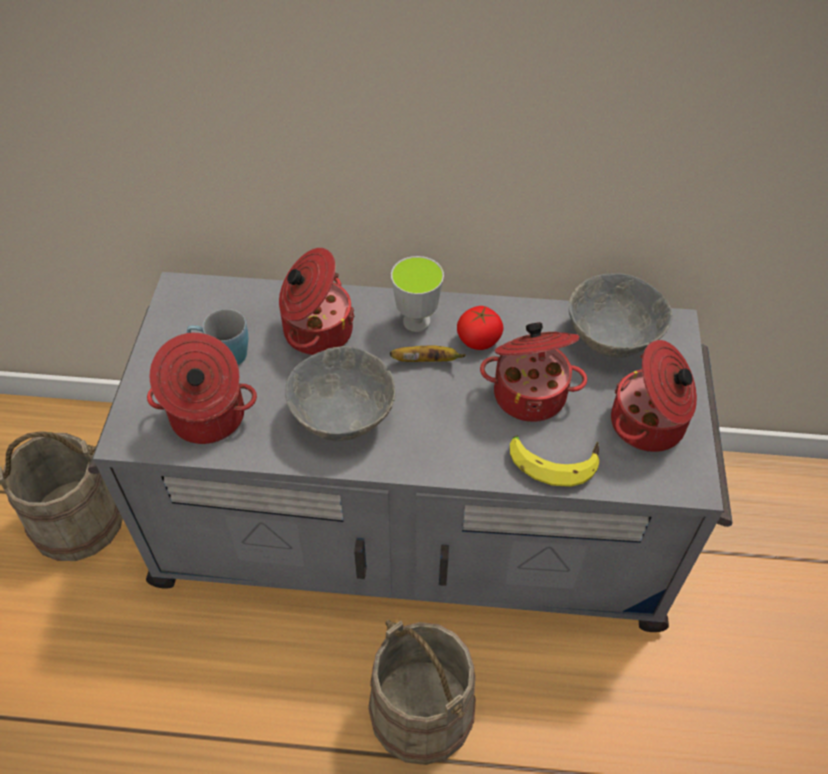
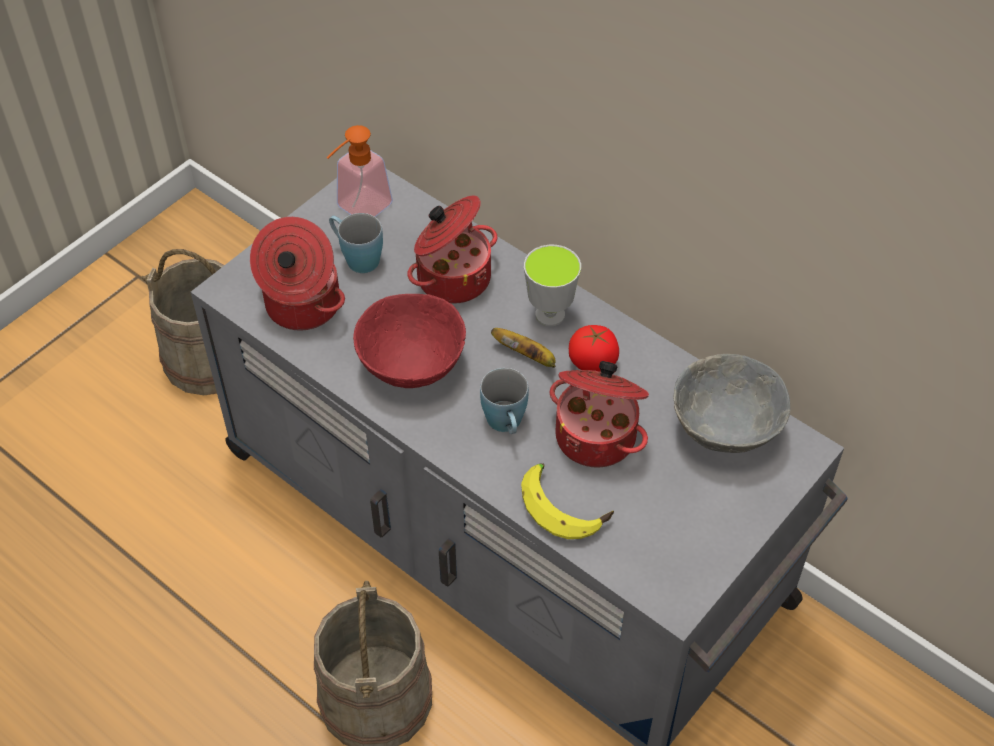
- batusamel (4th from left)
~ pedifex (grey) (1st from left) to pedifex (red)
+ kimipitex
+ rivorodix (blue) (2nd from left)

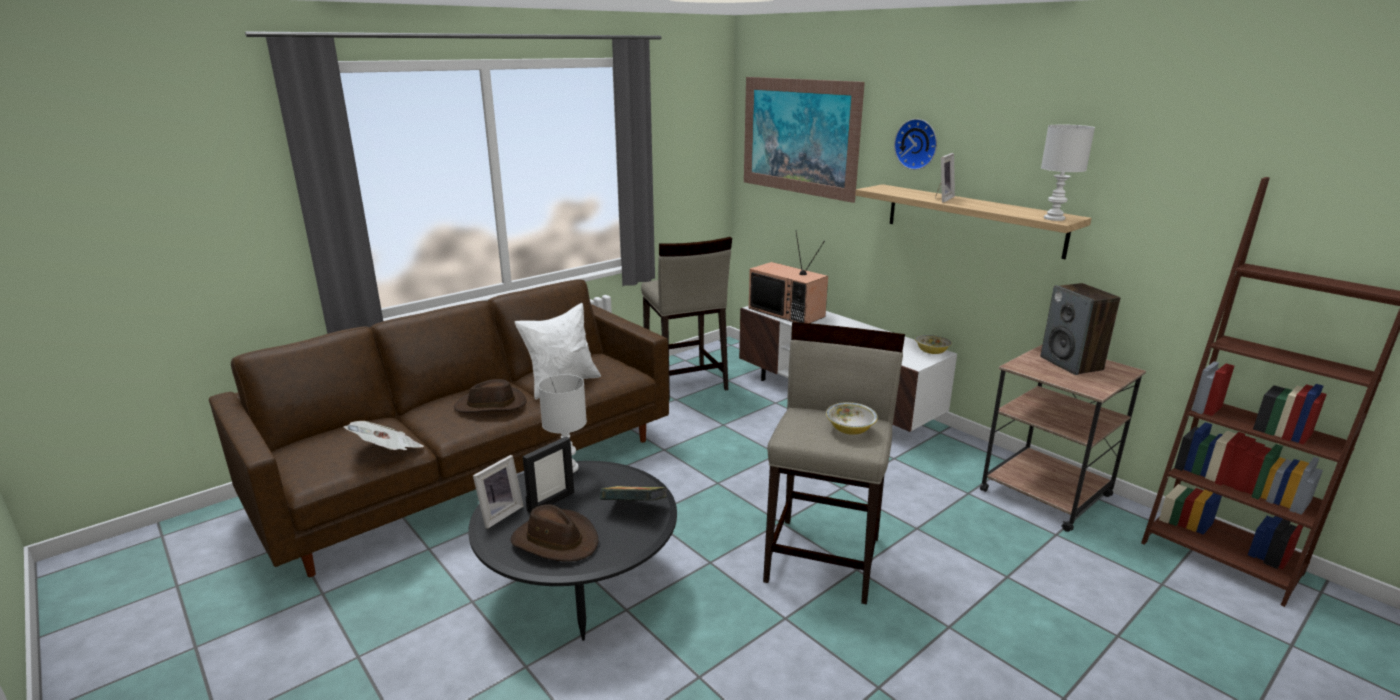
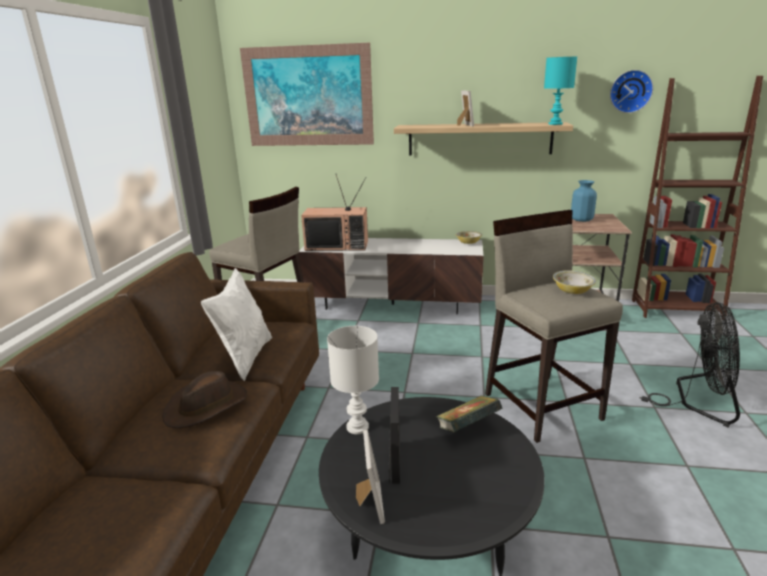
~ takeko
~ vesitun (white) (2nd from left) to vesitun (turquoise)
~ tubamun to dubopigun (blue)
- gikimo
- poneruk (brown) (2nd from left)
+ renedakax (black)

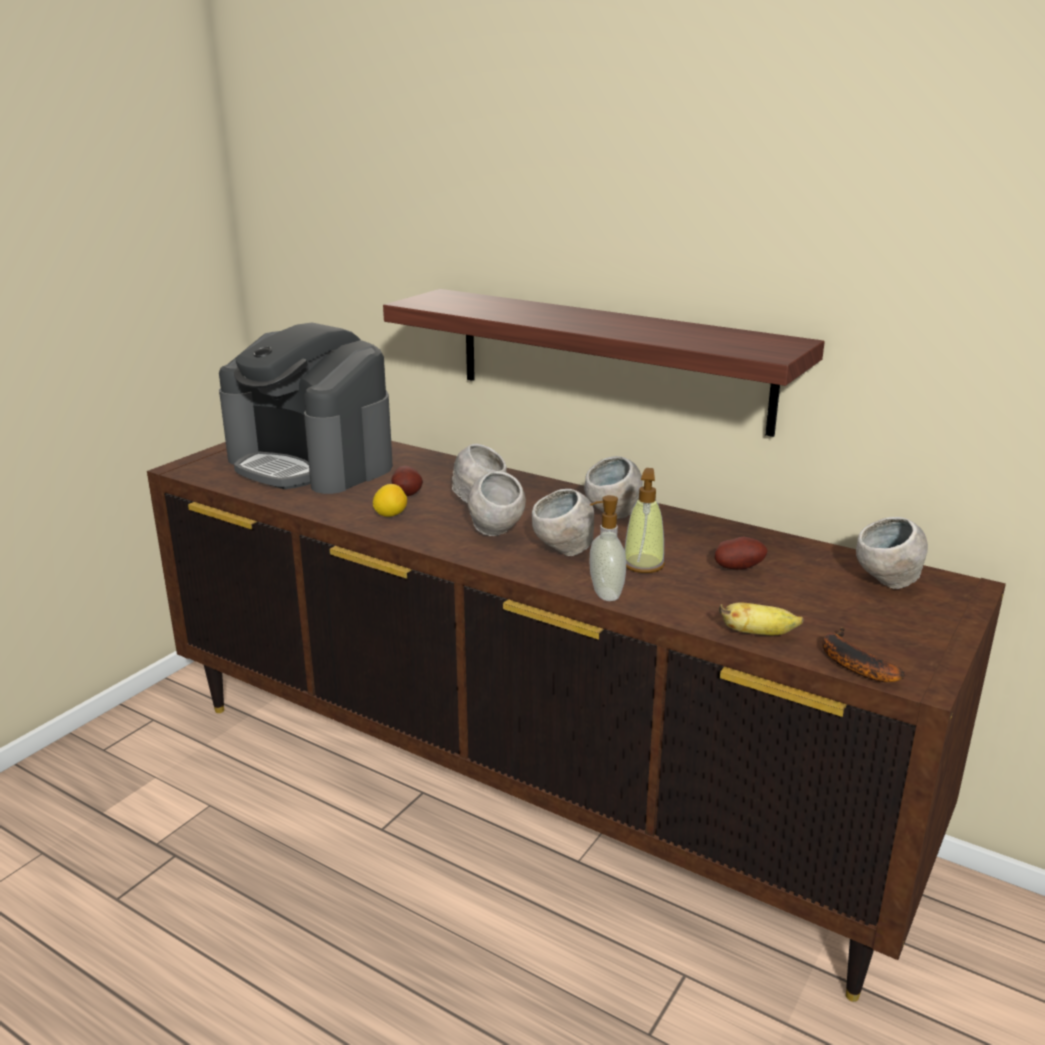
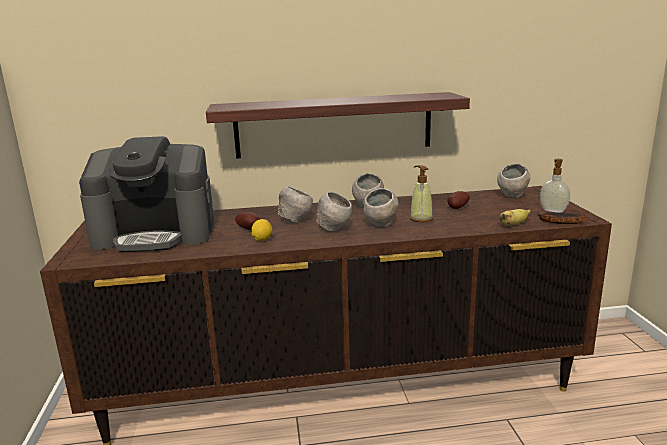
~ kimipitex (1st from left in the first image) to kimipitex (2nd from left)

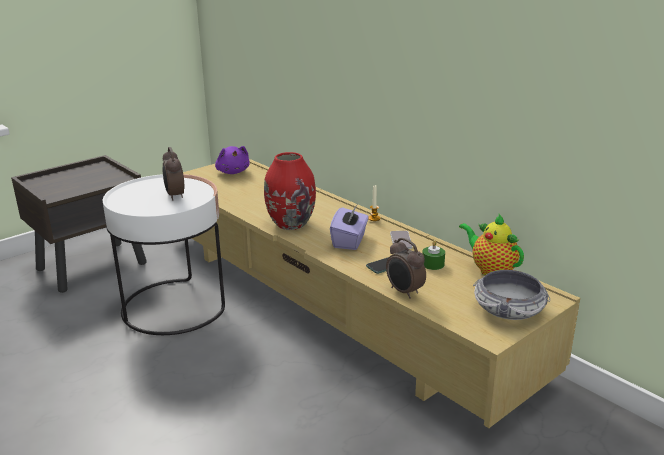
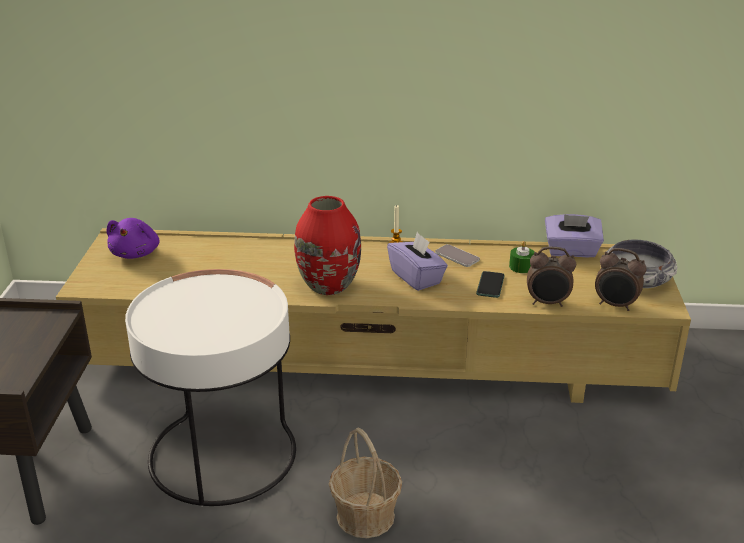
~ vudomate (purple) 75 degrees clockwise
~ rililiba (1st from left in the first image) to rililiba (2nd from left)
~ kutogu to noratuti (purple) (2nd from left)
+ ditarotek

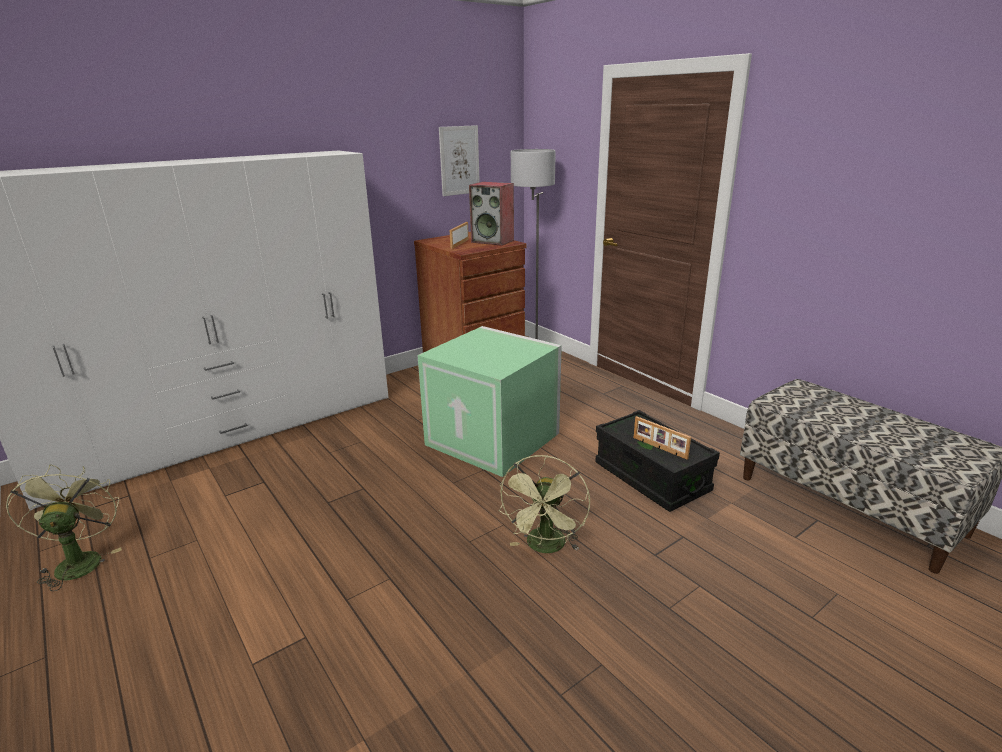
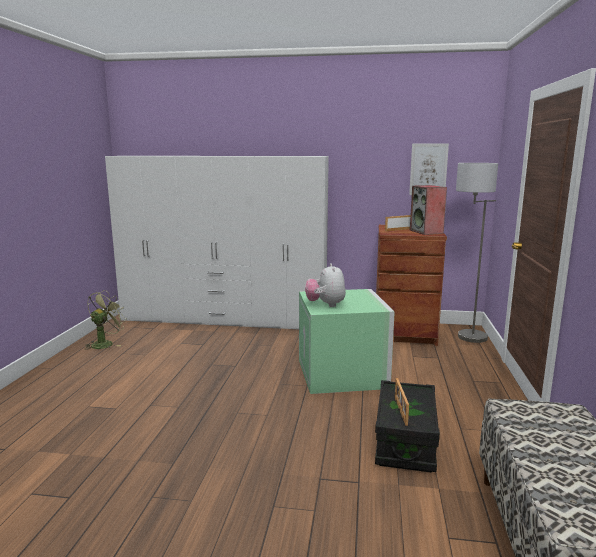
- renedakax (green) (2nd from left)
+ vudomate

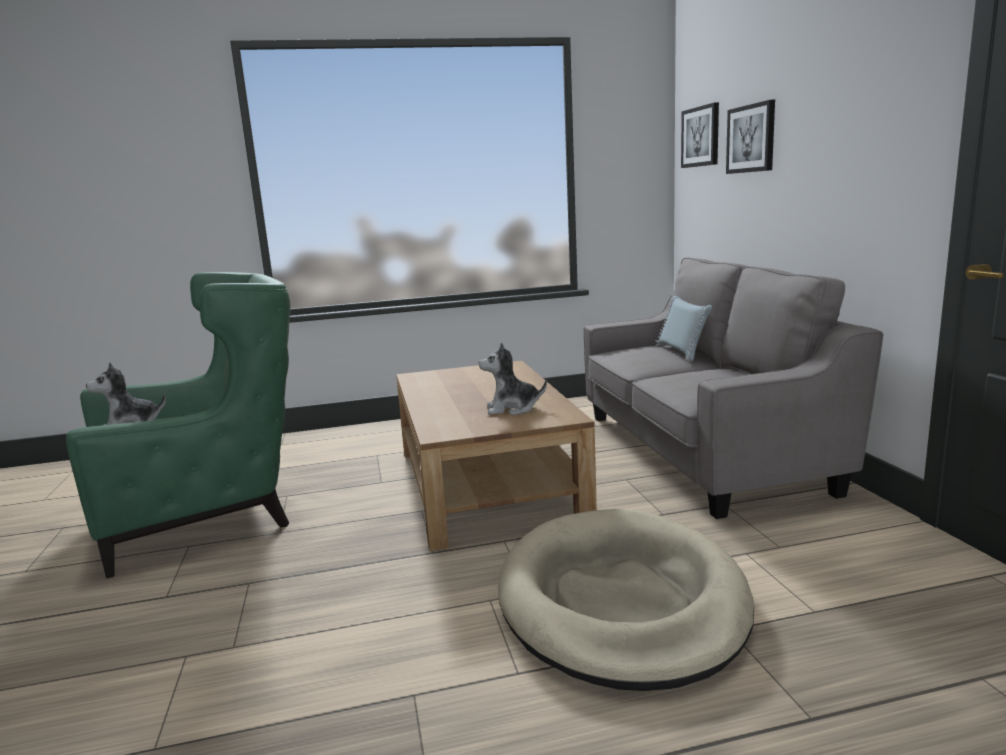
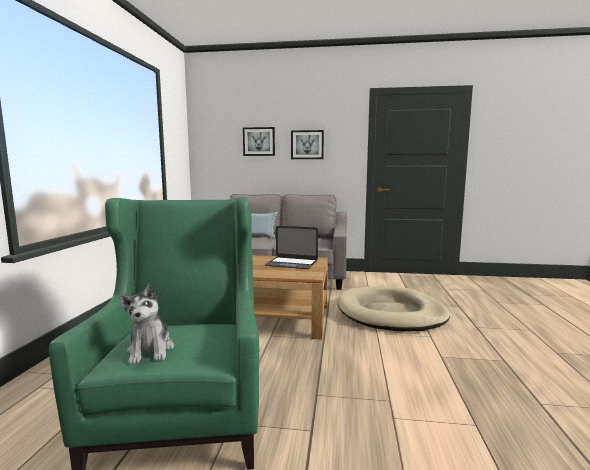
~ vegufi (1st from left in the first image) to vegufi (2nd from left)
~ vudomate (2nd from left) to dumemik

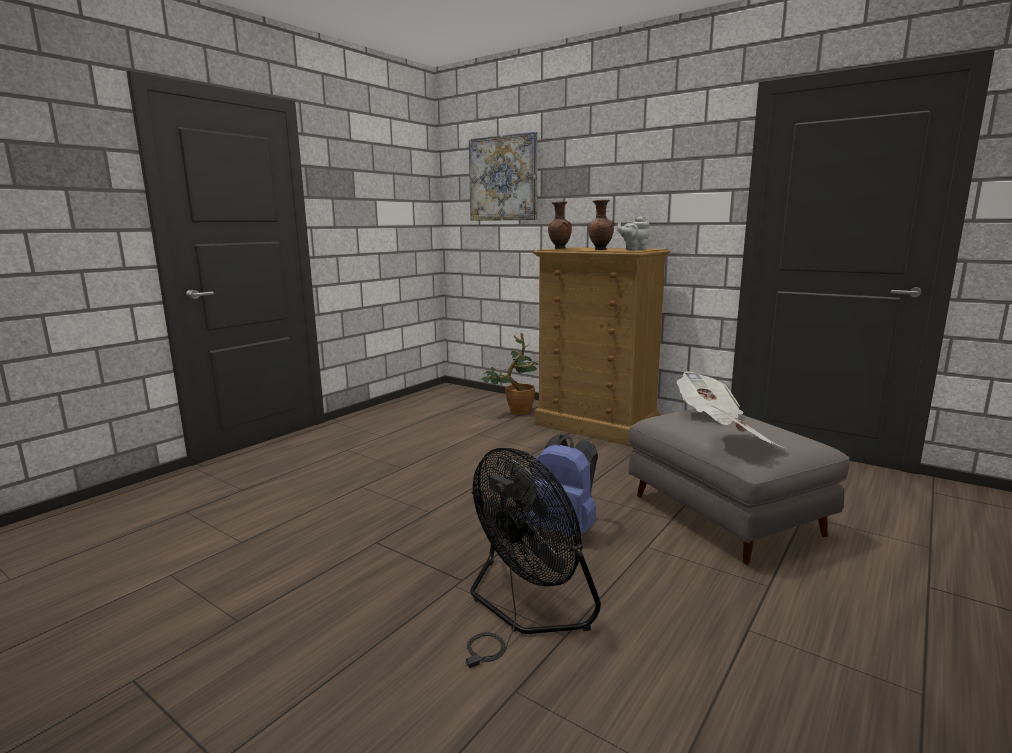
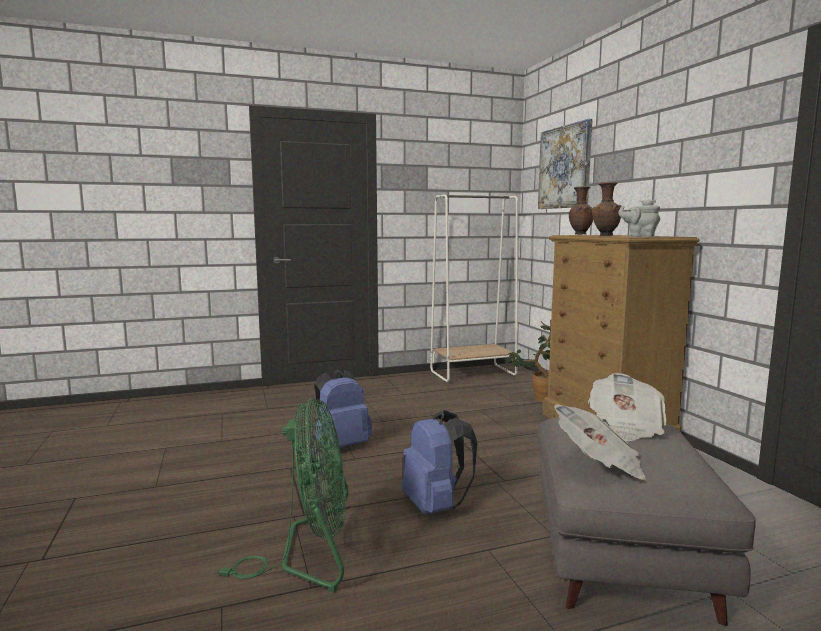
~ renedakax (black) to renedakax (green)
+ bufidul
+ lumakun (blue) (1st from left)

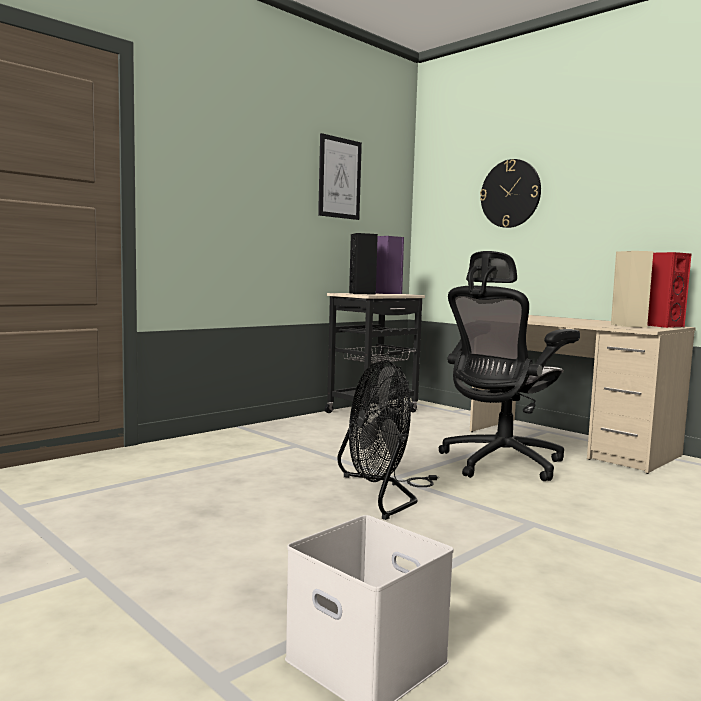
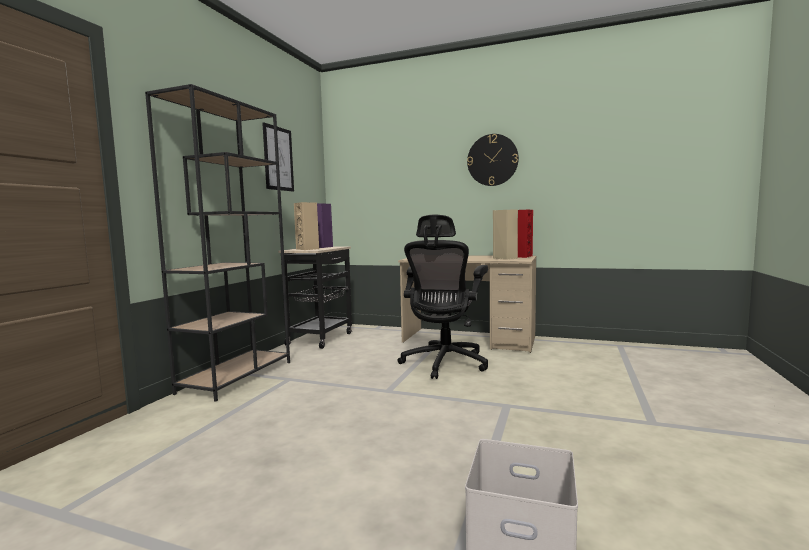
~ takeko
~ tubamun (black) to tubamun (beige) (1st from left)
- renedakax (black)
+ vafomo

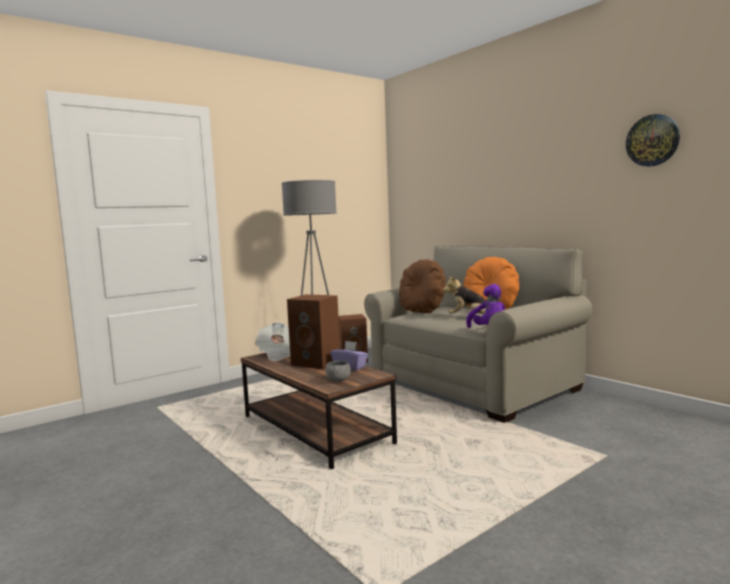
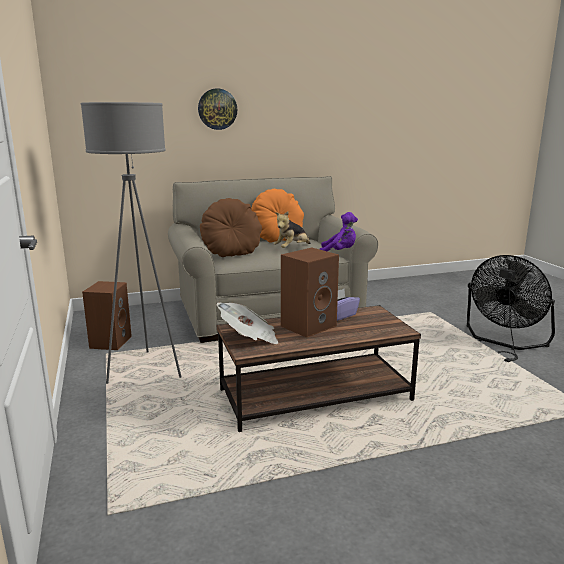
~ takeko
- pedifex (grey)
+ renedakax (black)

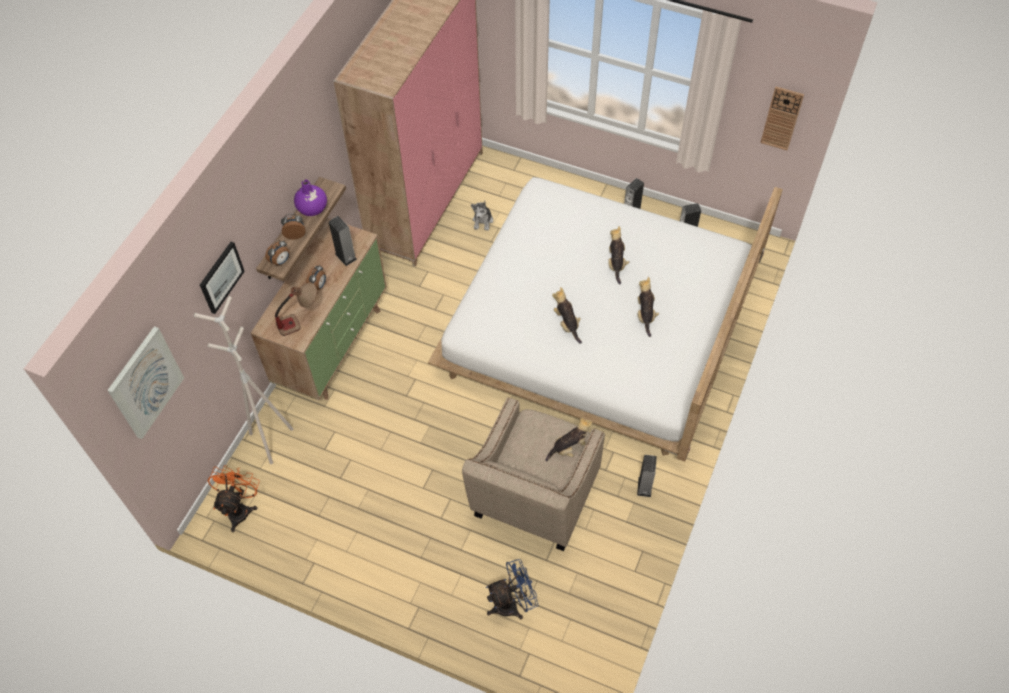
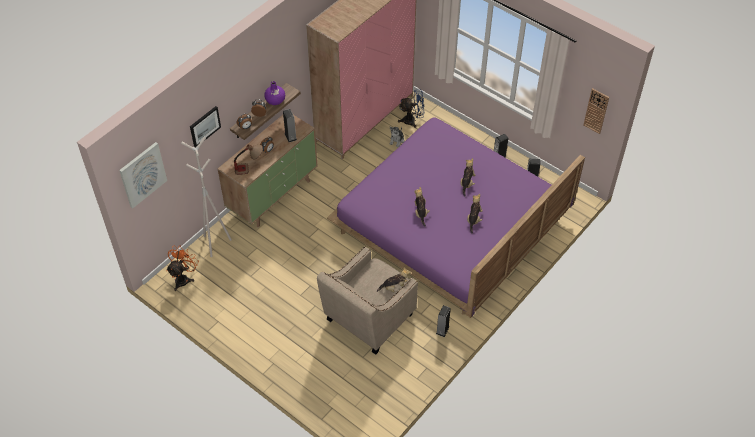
~ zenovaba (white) to zenovaba (purple)
~ renedakax (blue)

